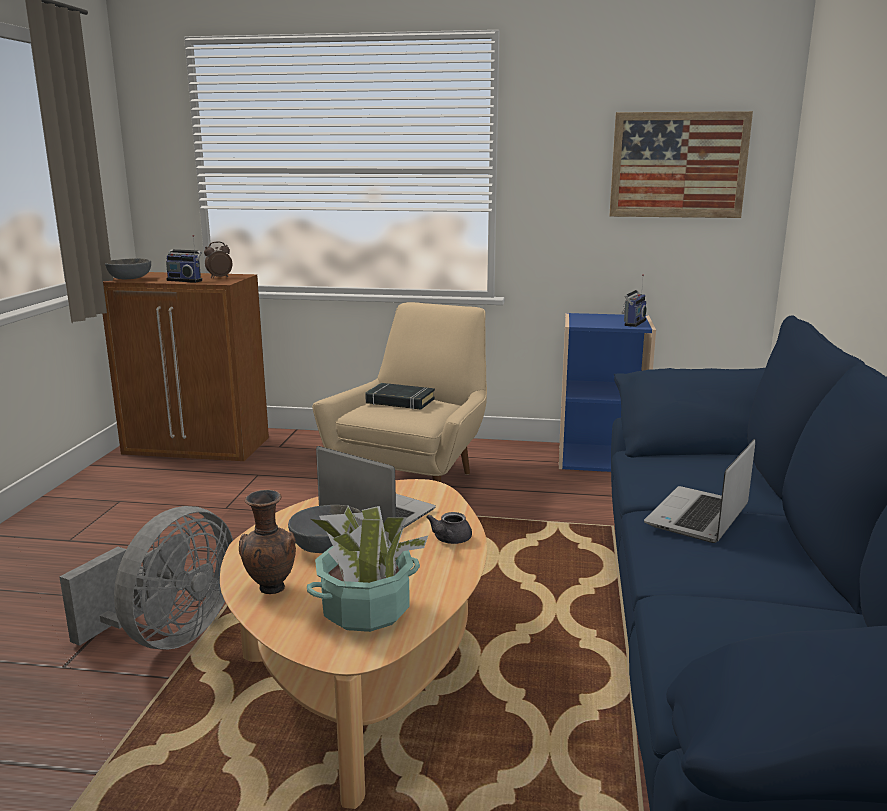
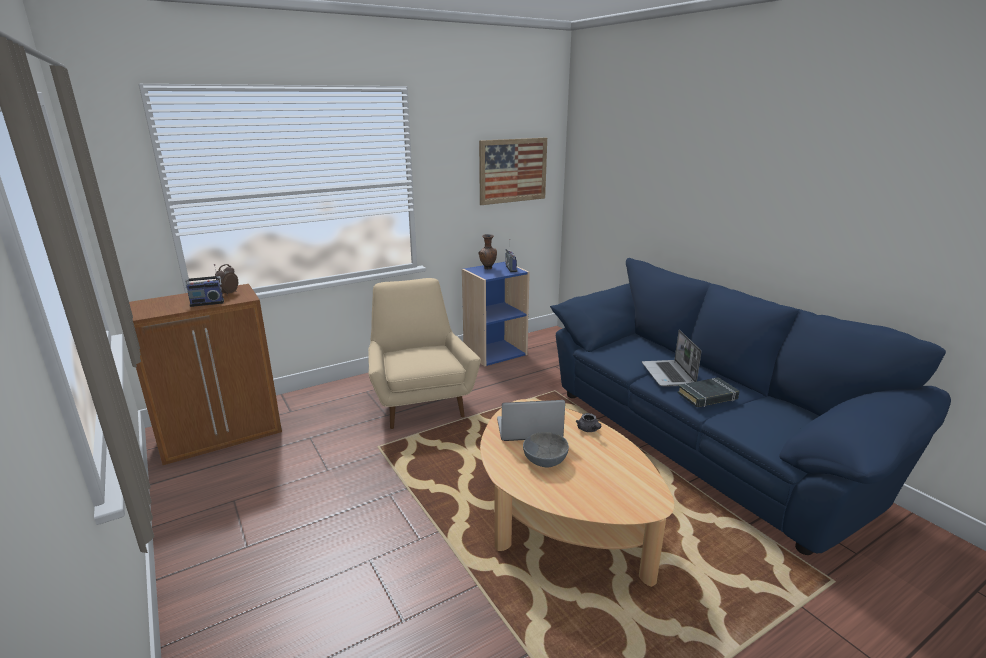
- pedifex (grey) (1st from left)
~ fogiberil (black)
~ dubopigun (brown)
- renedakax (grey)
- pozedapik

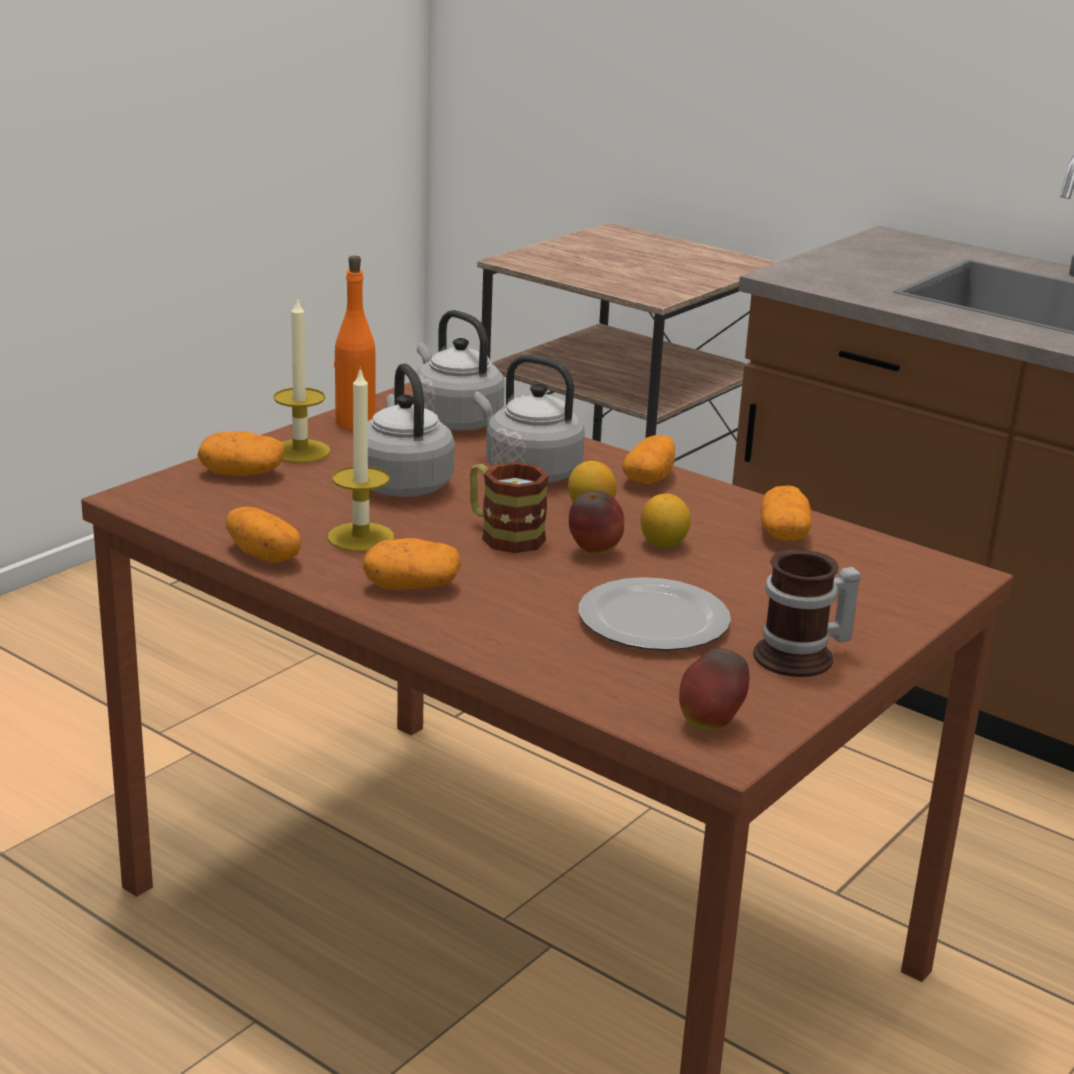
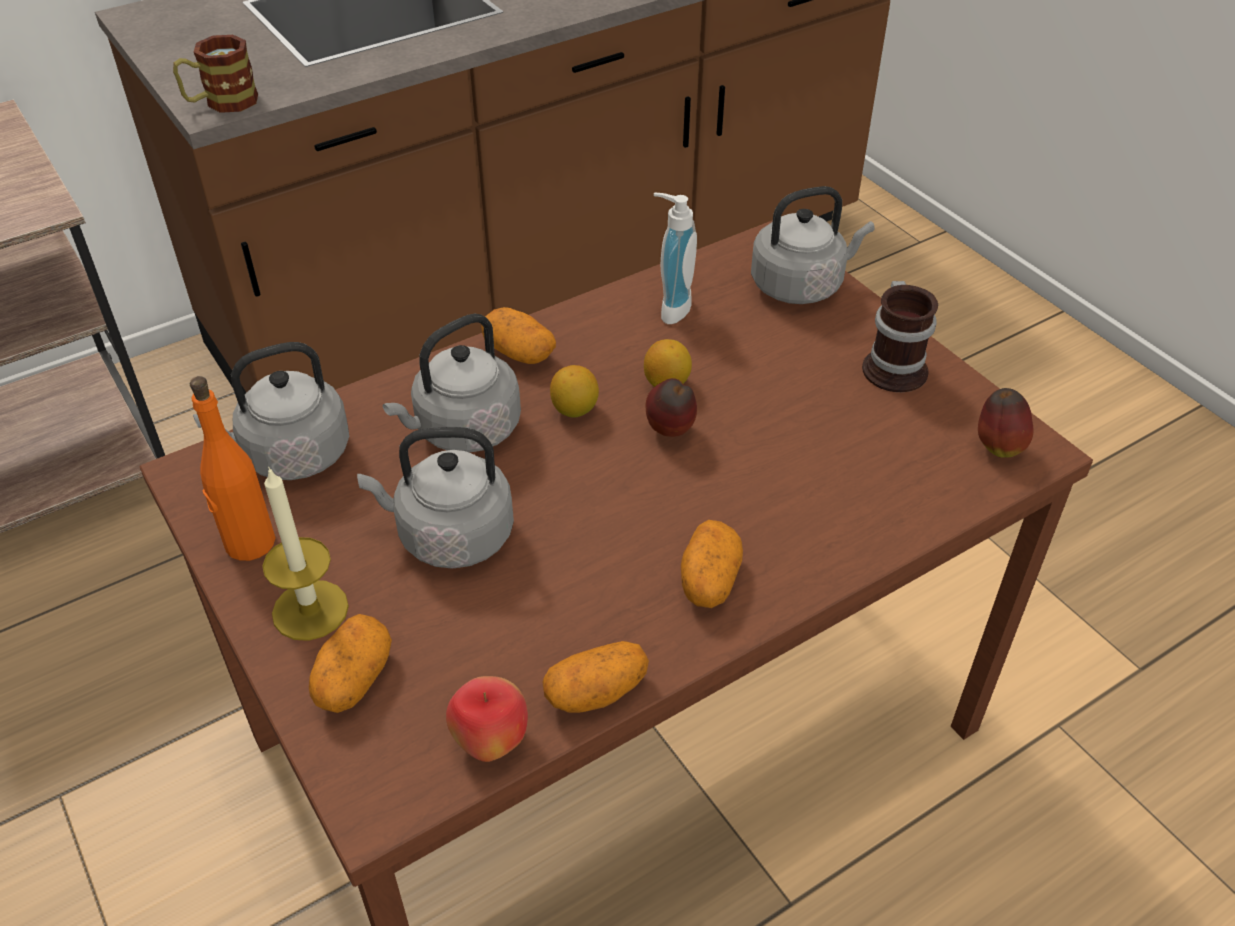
- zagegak (2nd from left)
~ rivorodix (1st from left)
~ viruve (5th from left) to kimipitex
- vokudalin
+ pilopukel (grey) (4th from left)
+ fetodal (1st from left)

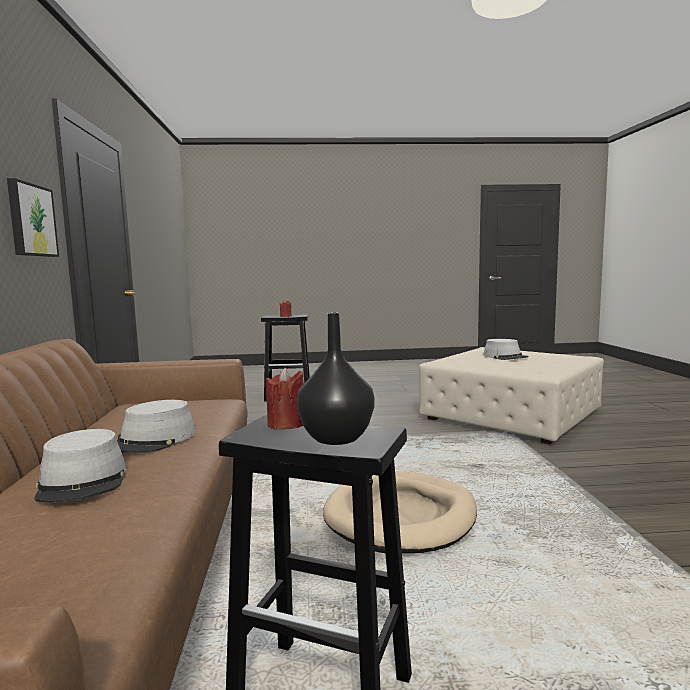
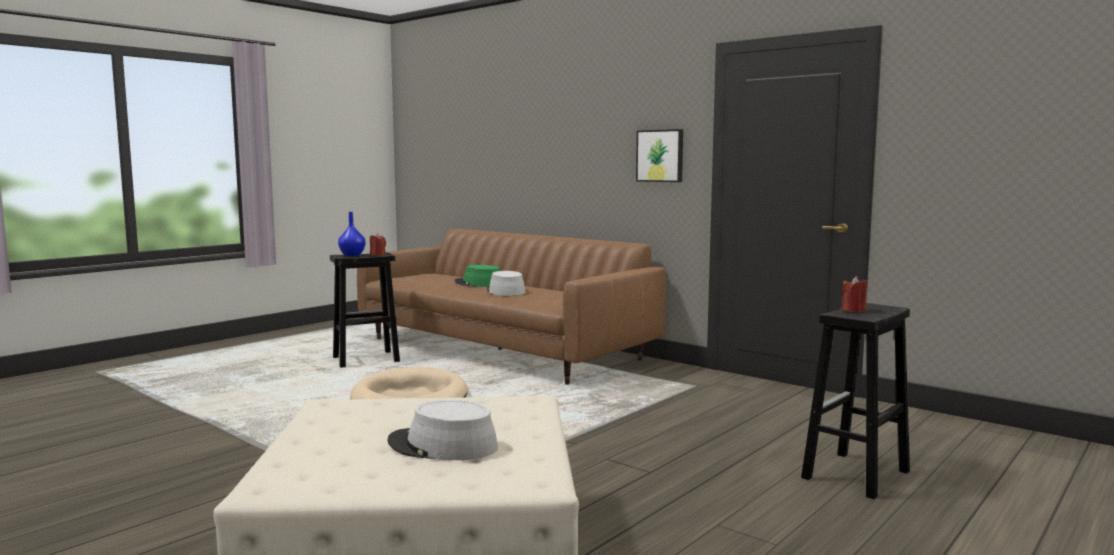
~ dubopigun (black) to dubopigun (blue)
~ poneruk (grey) (1st from left) to poneruk (green)

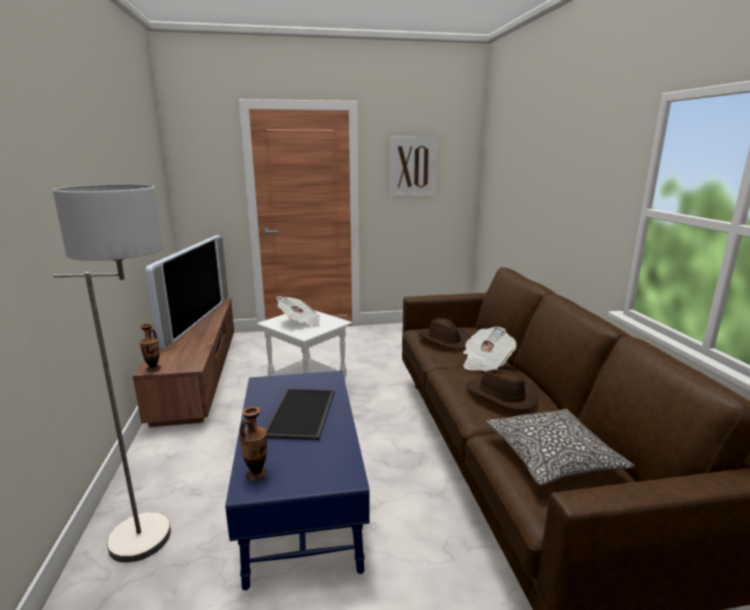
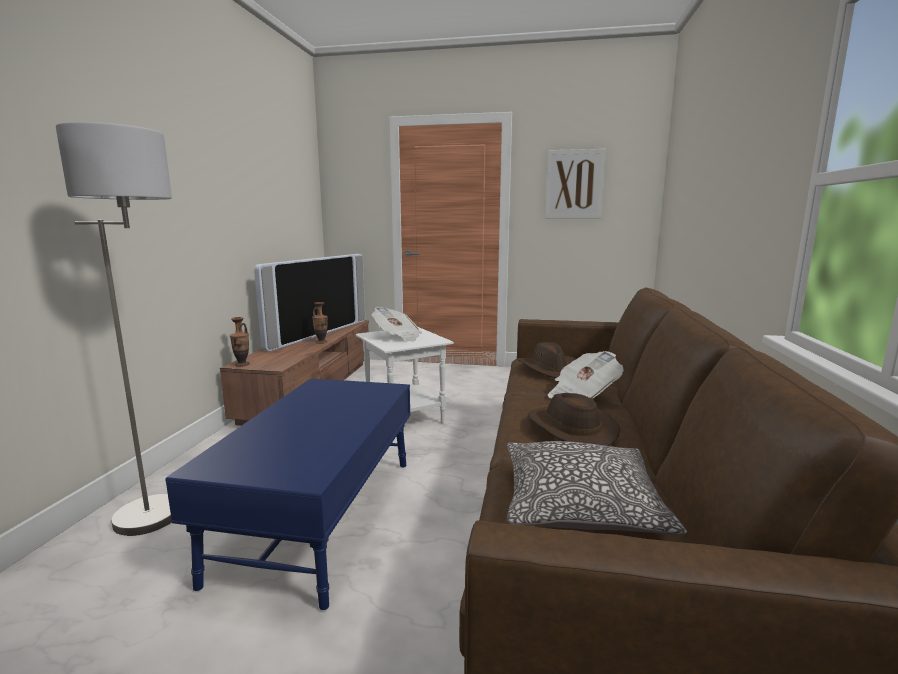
- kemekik
~ dubopigun (2nd from left)

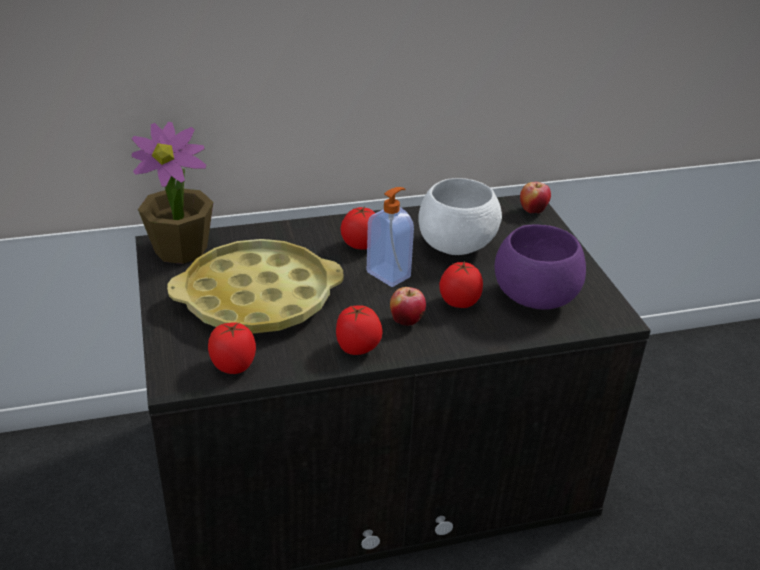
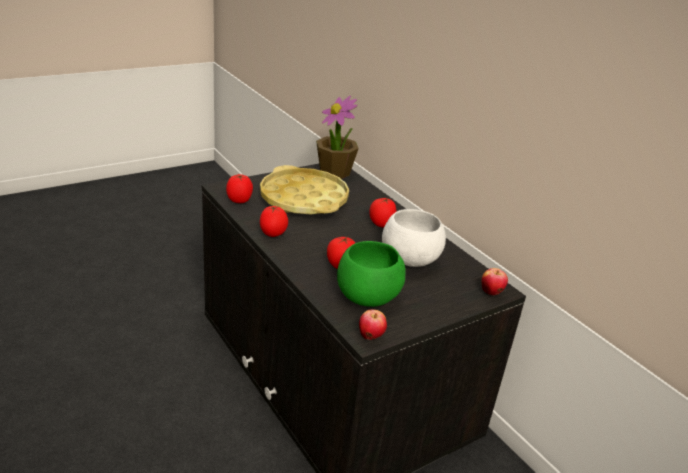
- kimipitex
~ pedifex (purple) to pedifex (green)
~ fetodal (1st from left)

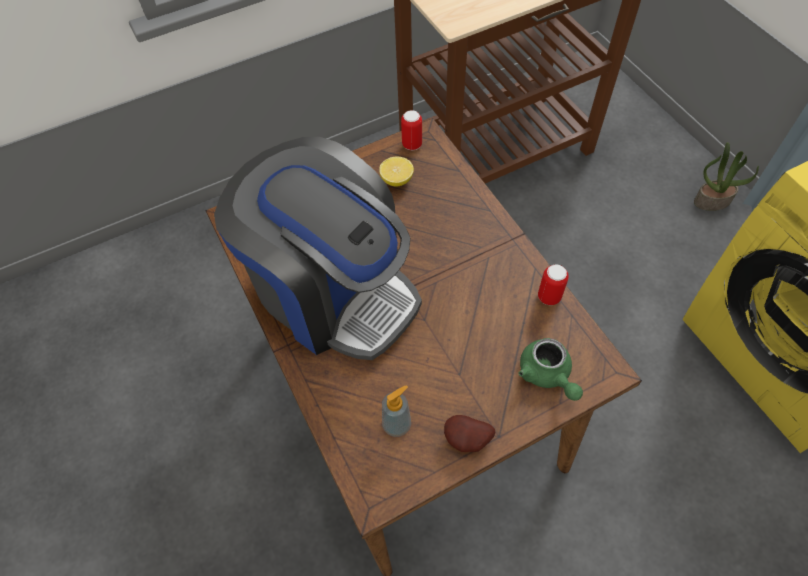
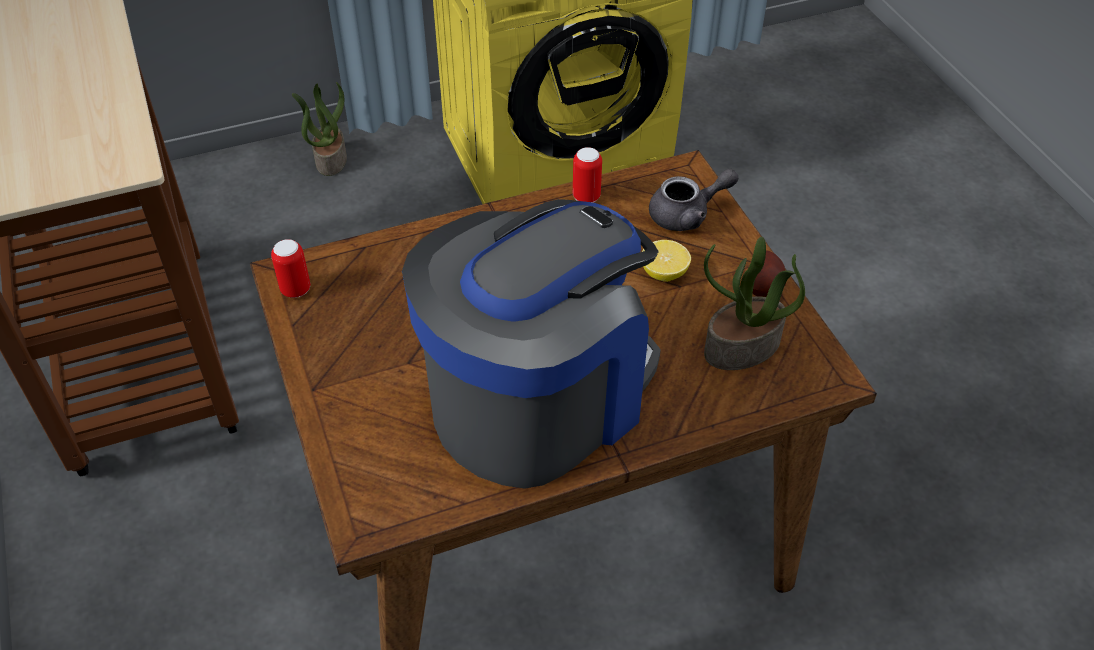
~ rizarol
~ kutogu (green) to kutogu (grey)
~ kimipitex to pozedapik (2nd from left)

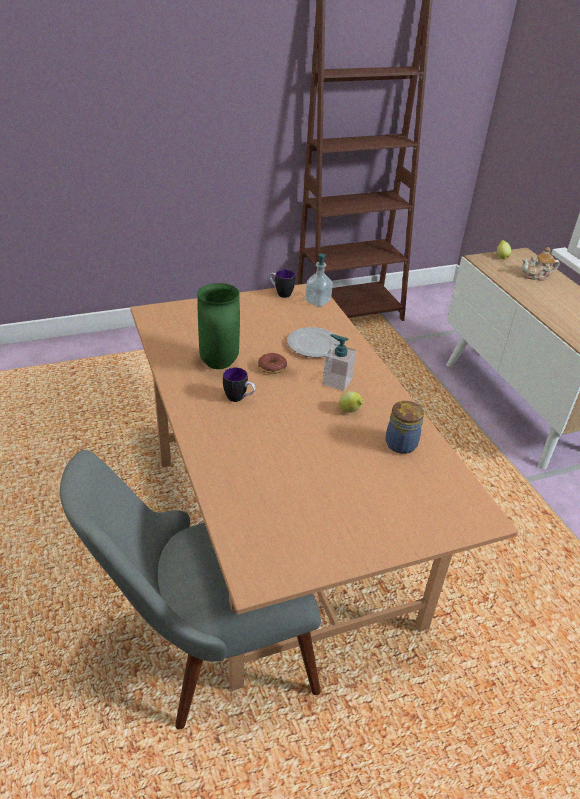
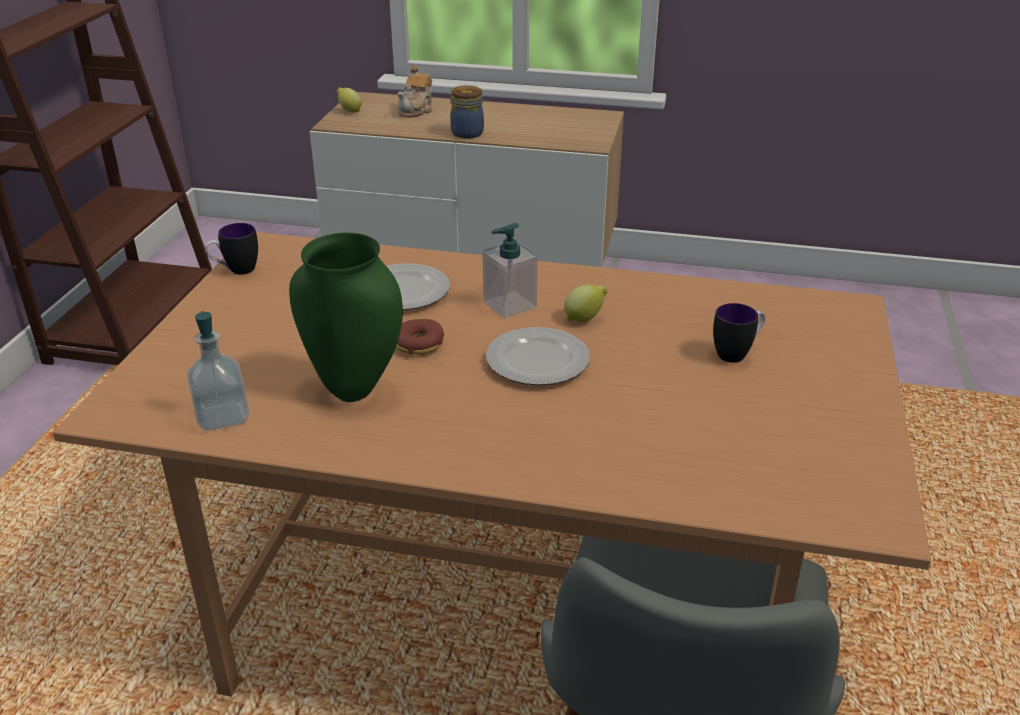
~ kimipitex (1st from left)
~ rivorodix (1st from left in the first image) to rivorodix (2nd from left)
~ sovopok
+ vokudalin (2nd from left)

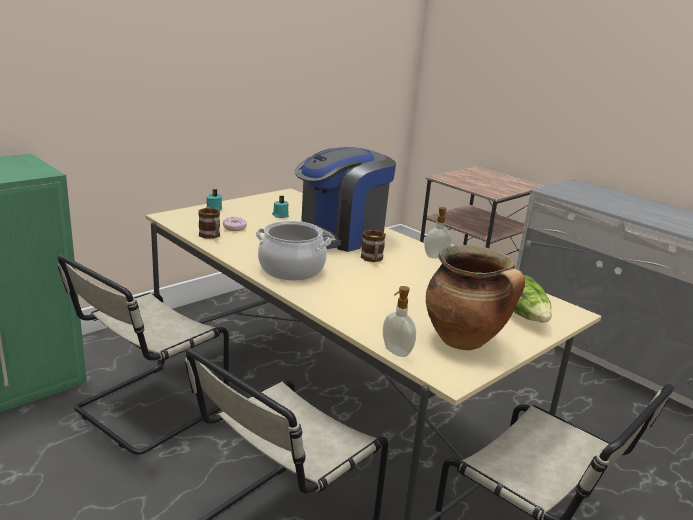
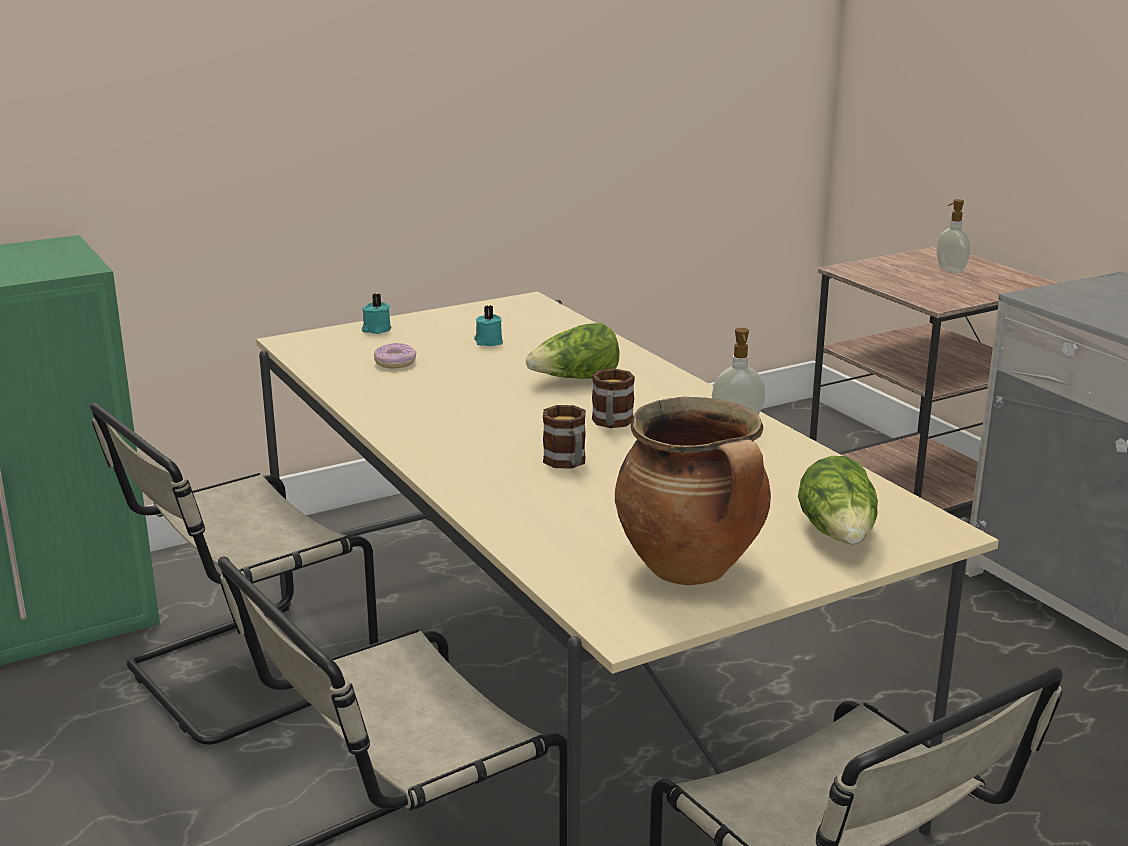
~ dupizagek to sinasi (1st from left)
~ rivorodix (1st from left)
- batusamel (1st from left)
~ kimipitex (1st from left in the first image) to kimipitex (2nd from left)

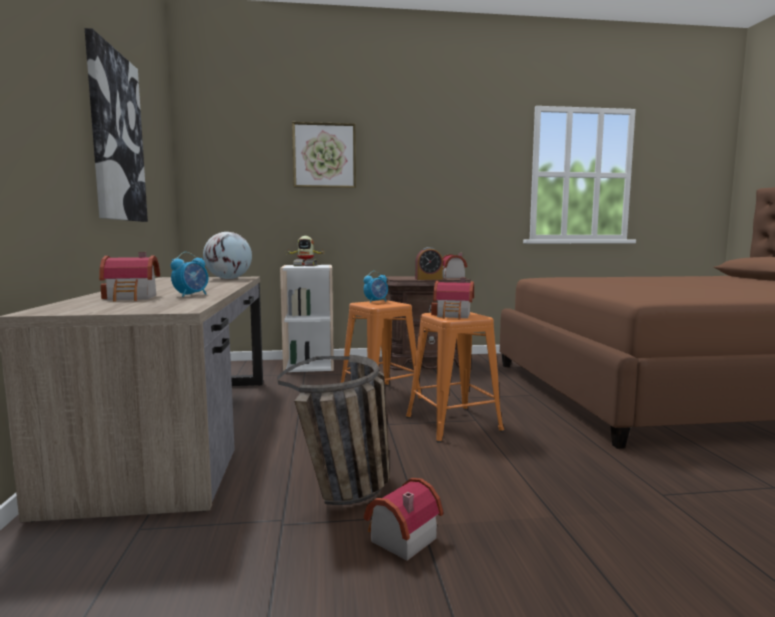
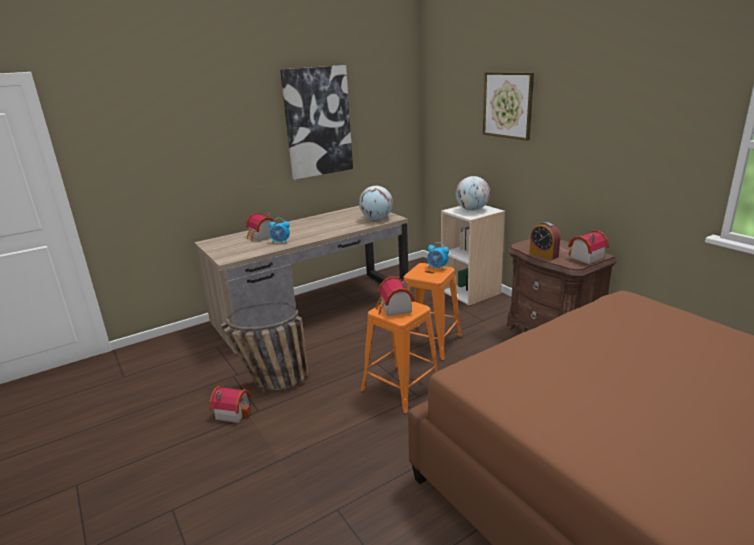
~ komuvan to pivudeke (2nd from left)

